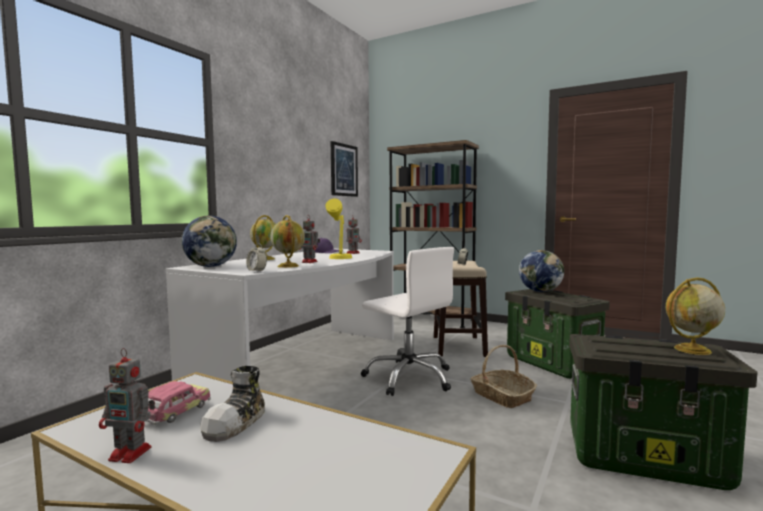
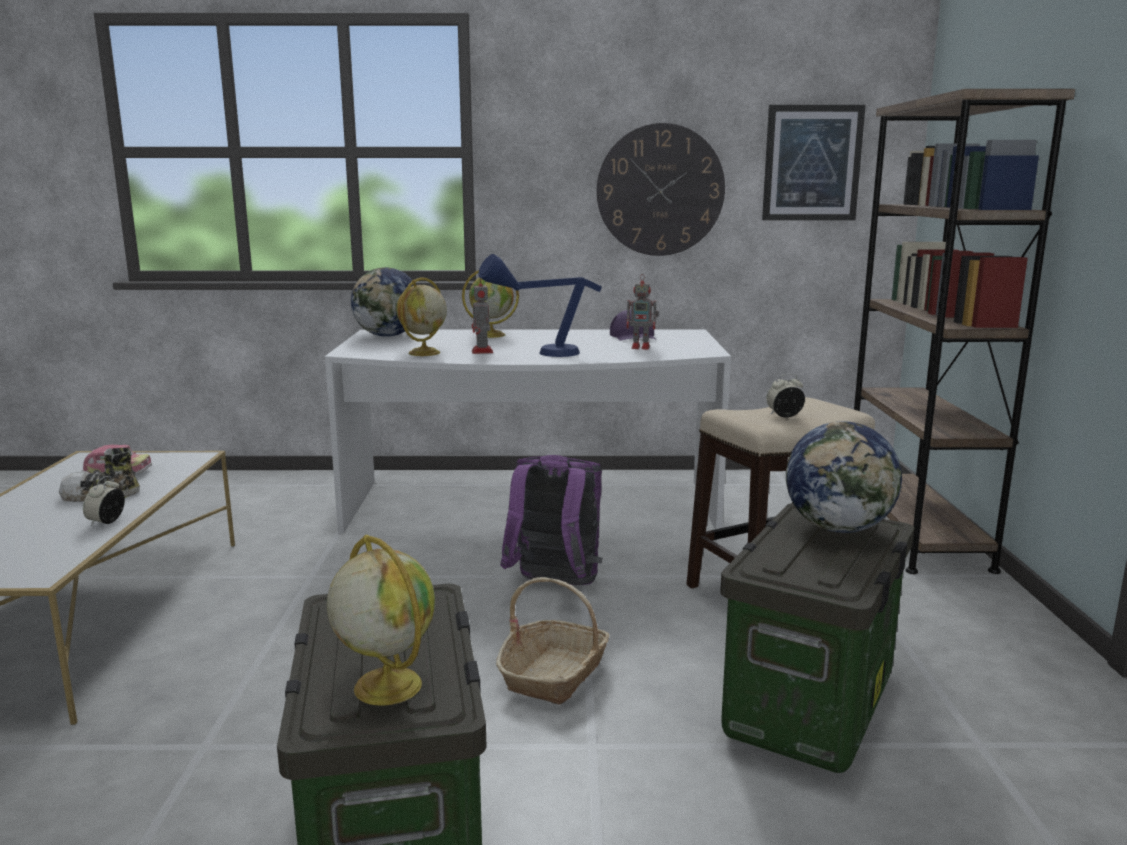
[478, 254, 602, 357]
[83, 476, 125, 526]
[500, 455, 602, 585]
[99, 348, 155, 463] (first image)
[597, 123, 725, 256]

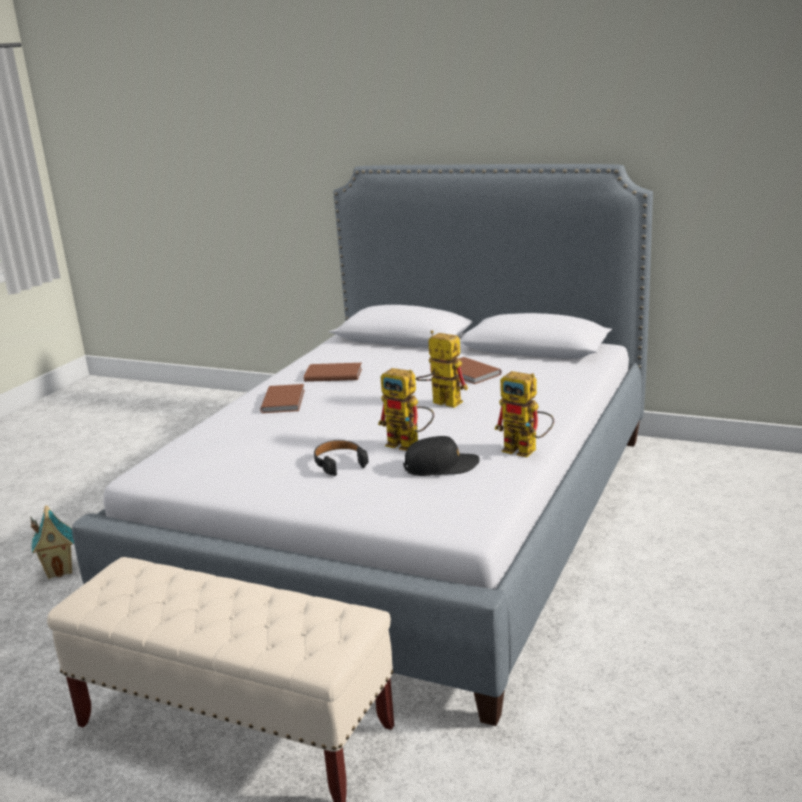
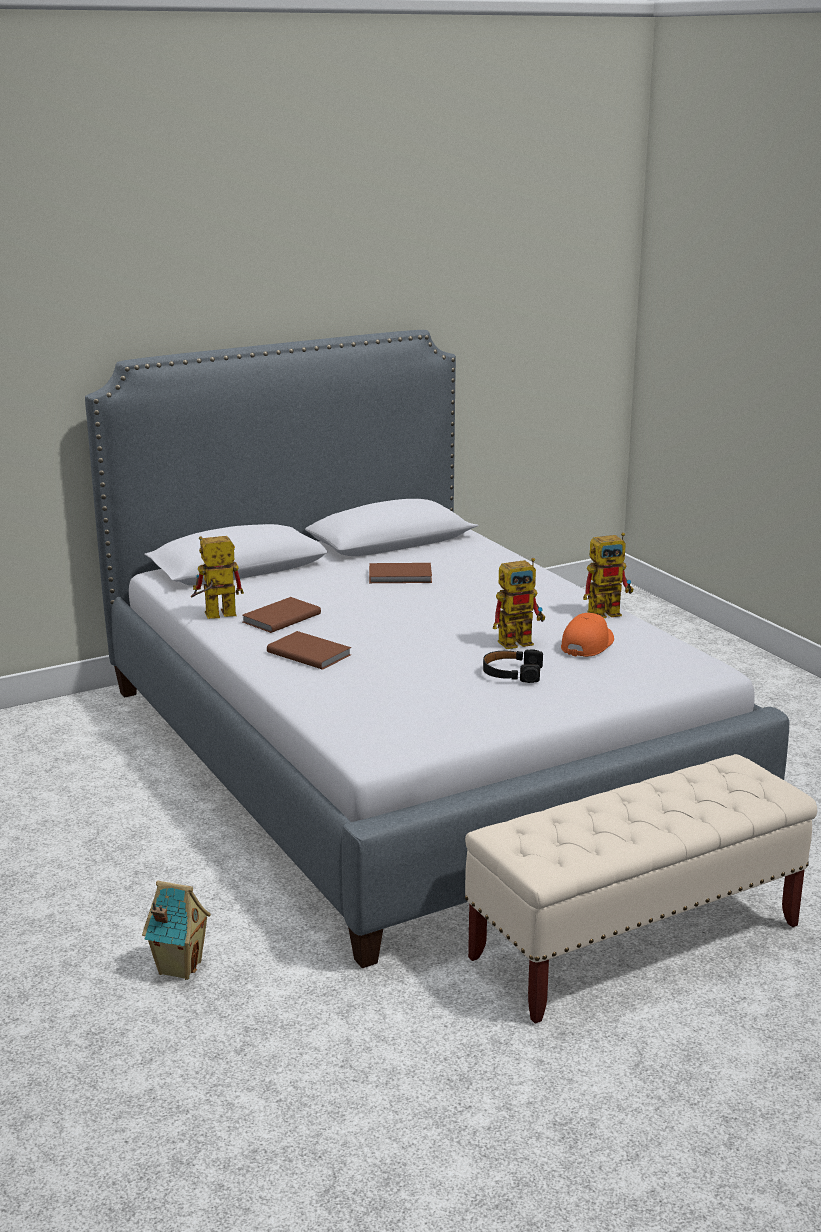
[191, 536, 244, 619]
[561, 613, 614, 657]

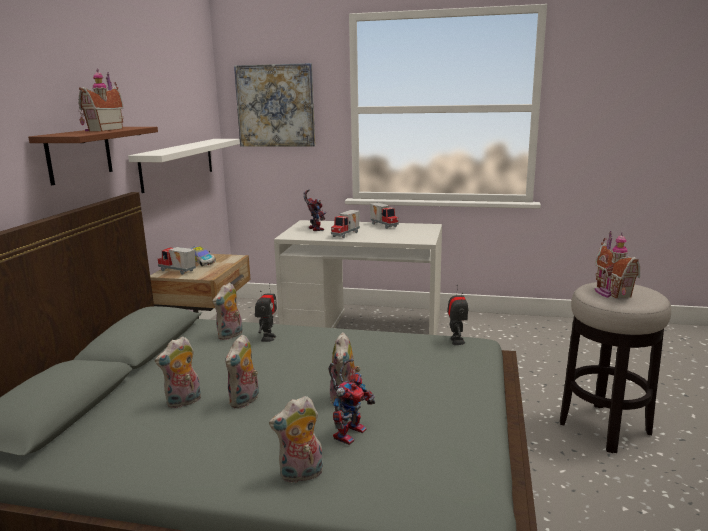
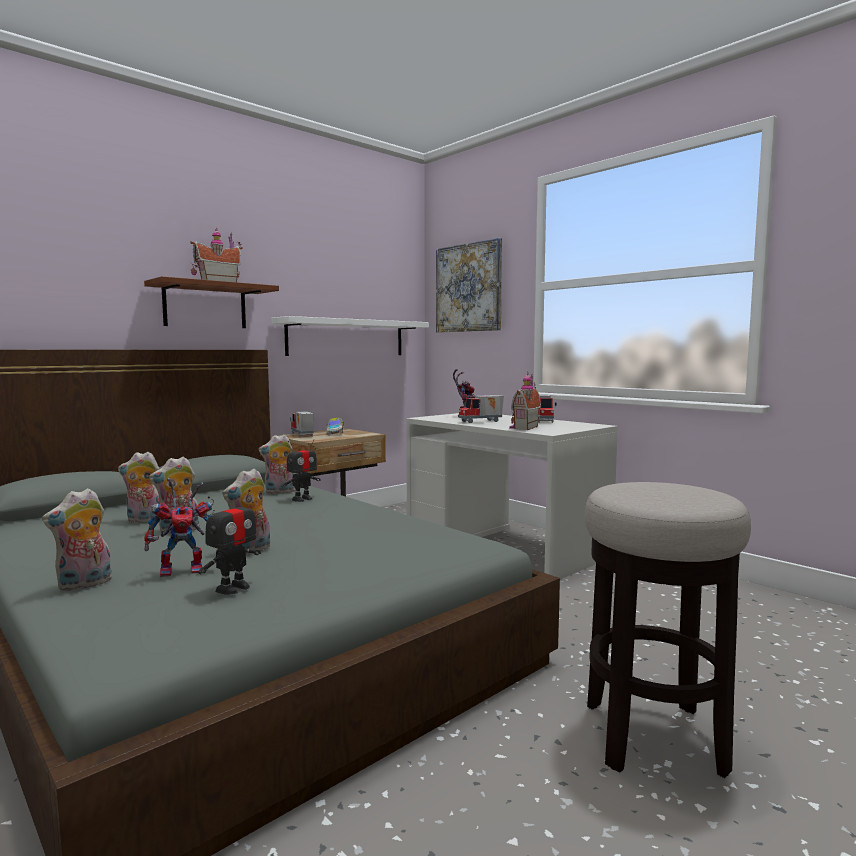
[509, 372, 541, 430]
[198, 490, 261, 595]
[42, 488, 112, 591]

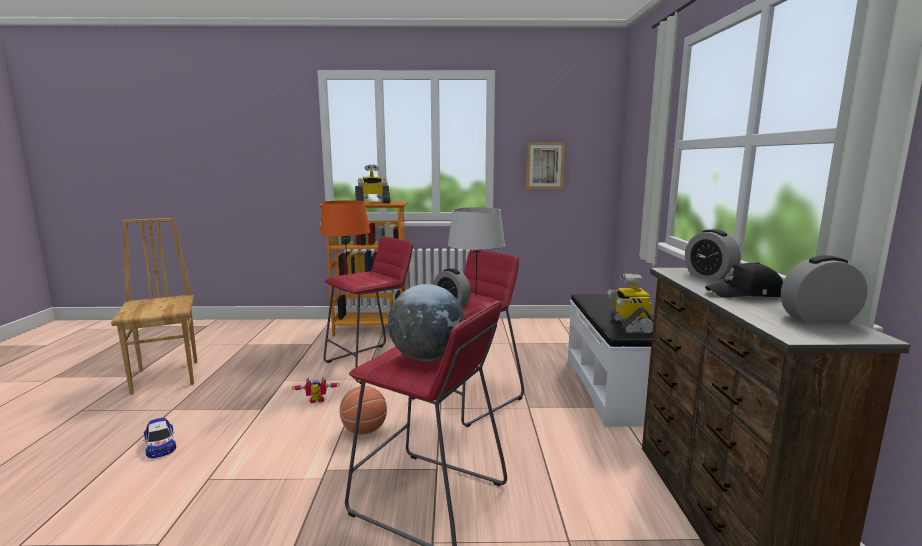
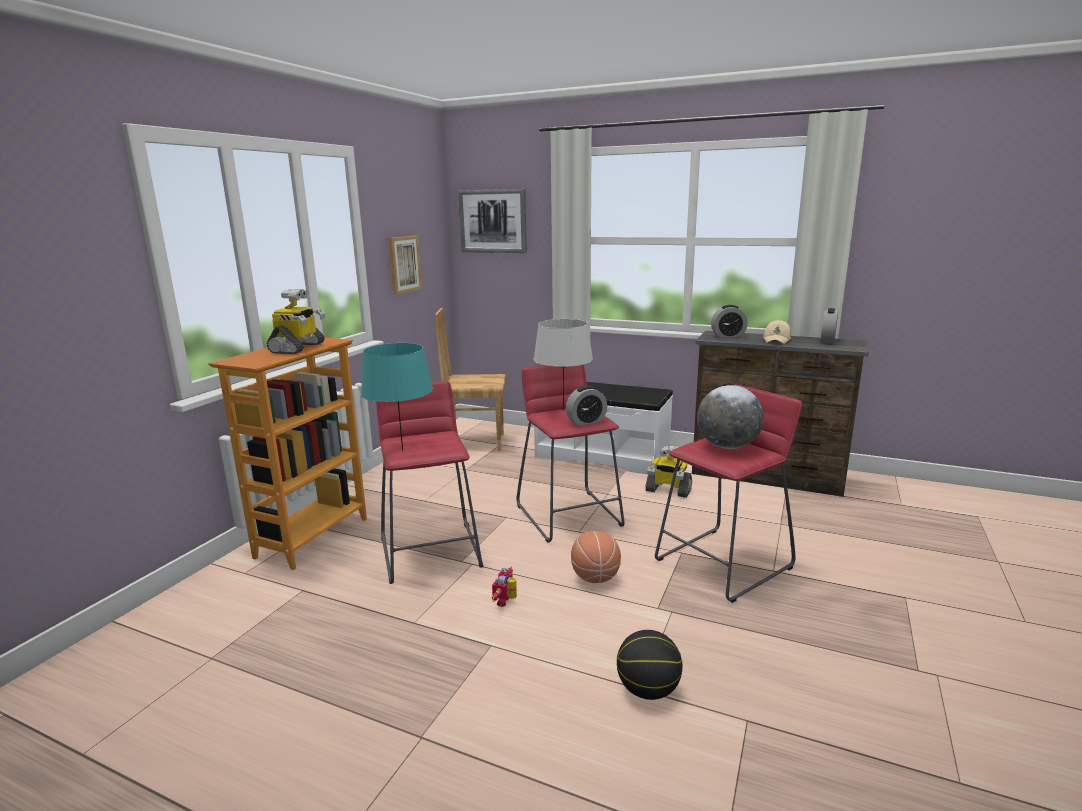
[361, 343, 433, 451]
[435, 308, 506, 451]
[763, 320, 791, 344]
[645, 446, 692, 498]
[143, 418, 176, 458] (first image)
[458, 189, 527, 253]
[617, 630, 682, 700]

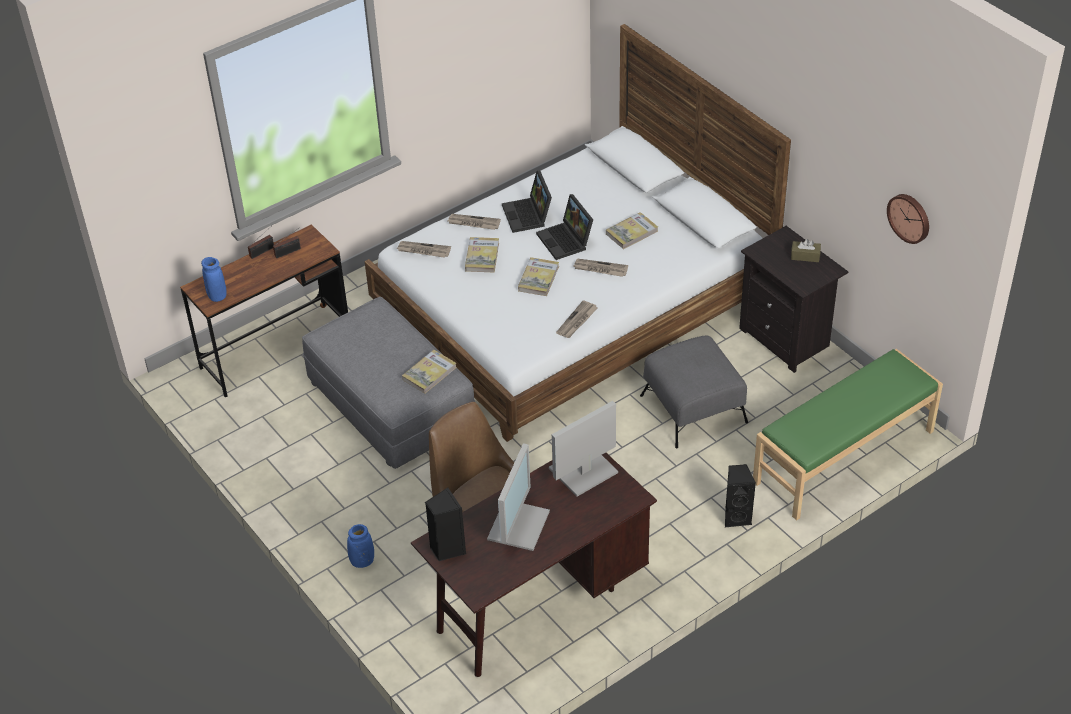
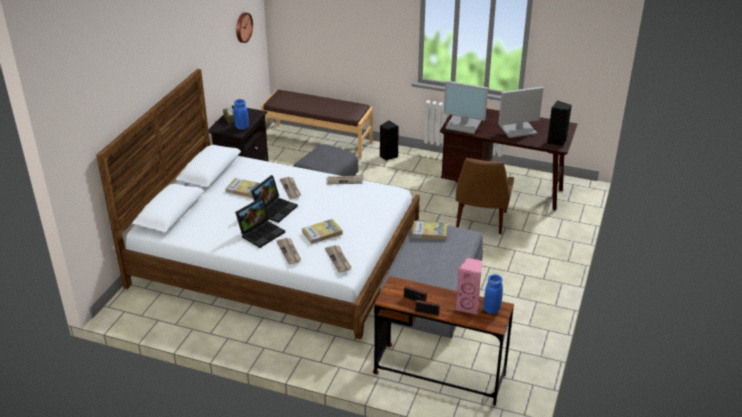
[518, 257, 559, 296] (first image)
[260, 90, 373, 159]
[233, 99, 249, 130]
[456, 257, 482, 315]

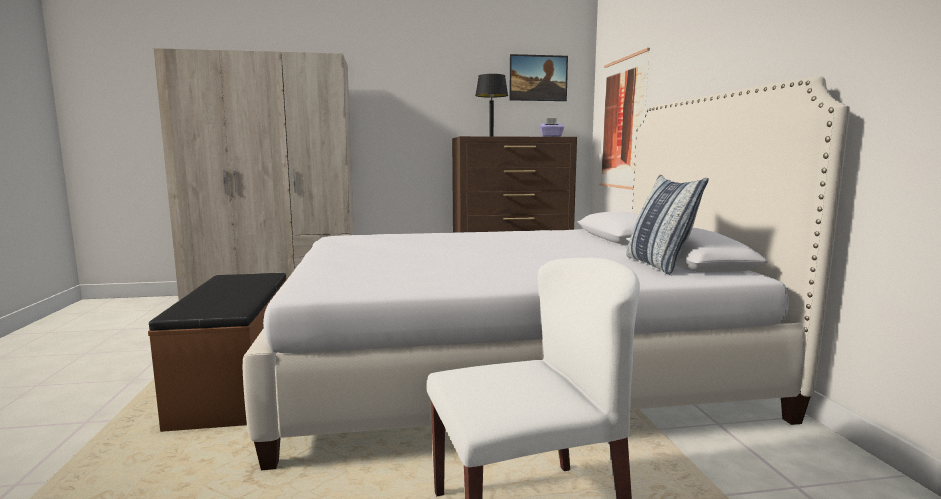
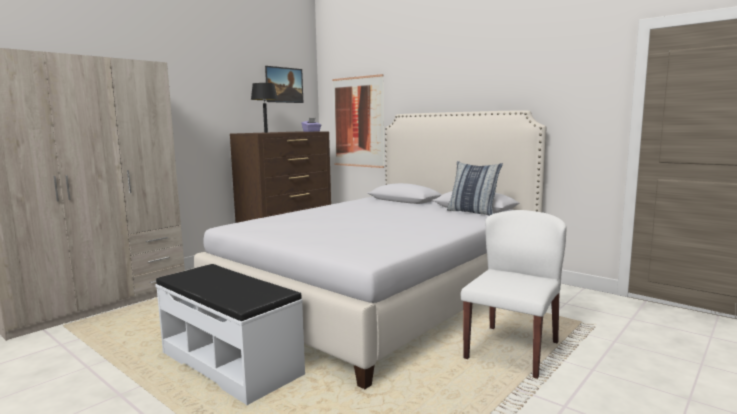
[155, 264, 305, 405]

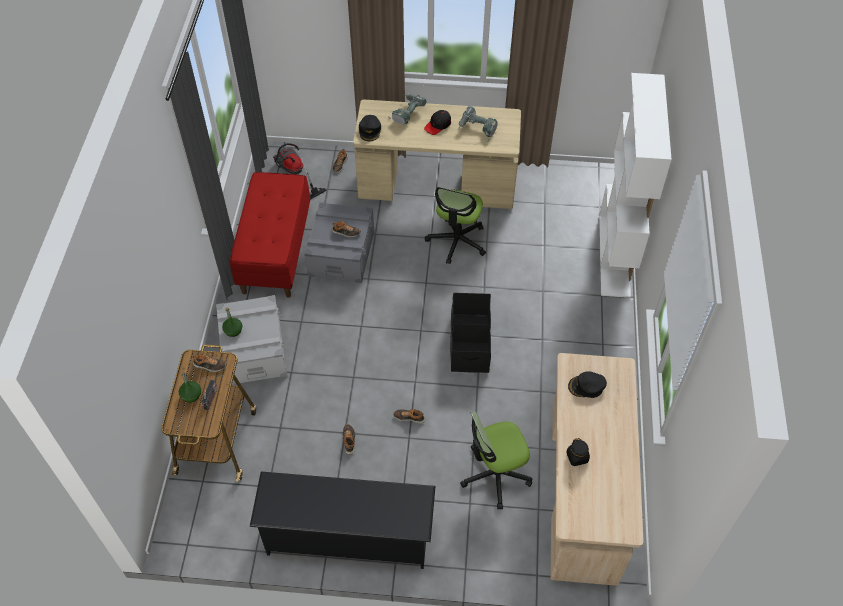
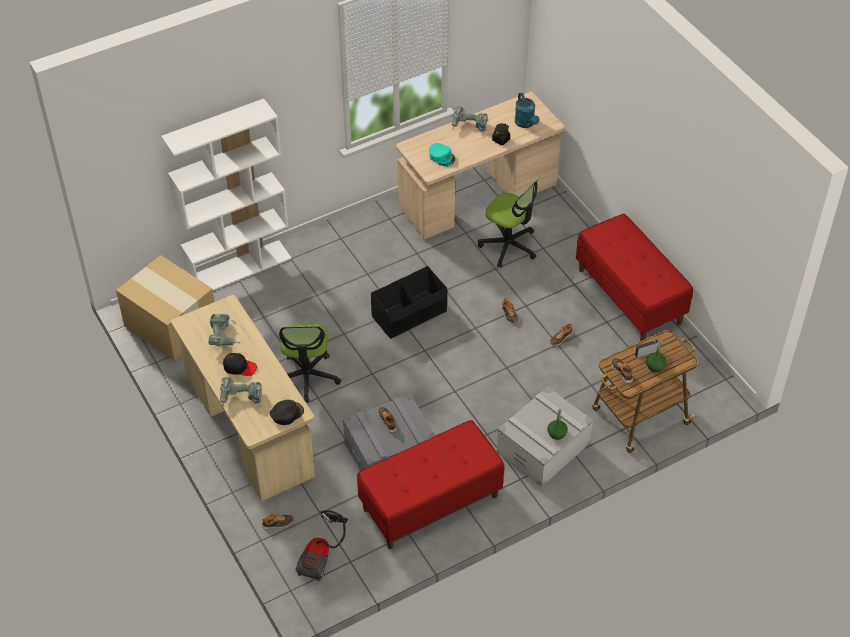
[279, 324, 341, 403]
[429, 143, 455, 167]
[576, 214, 693, 341]
[515, 93, 540, 128]
[452, 106, 488, 136]
[116, 255, 214, 361]

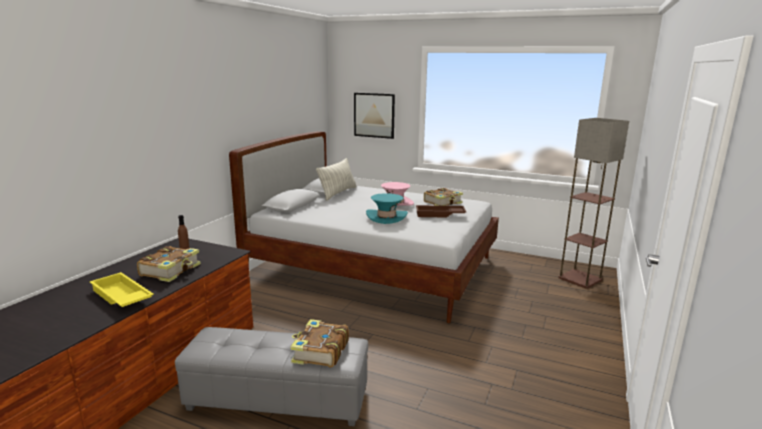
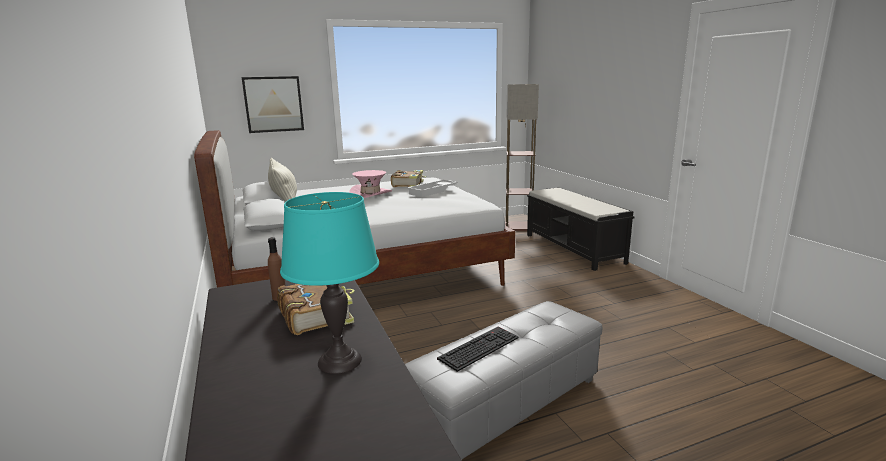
[366, 193, 408, 224] (first image)
[407, 179, 458, 197]
[280, 192, 379, 374]
[291, 319, 349, 368] (first image)
[527, 187, 635, 271]
[437, 327, 519, 372]

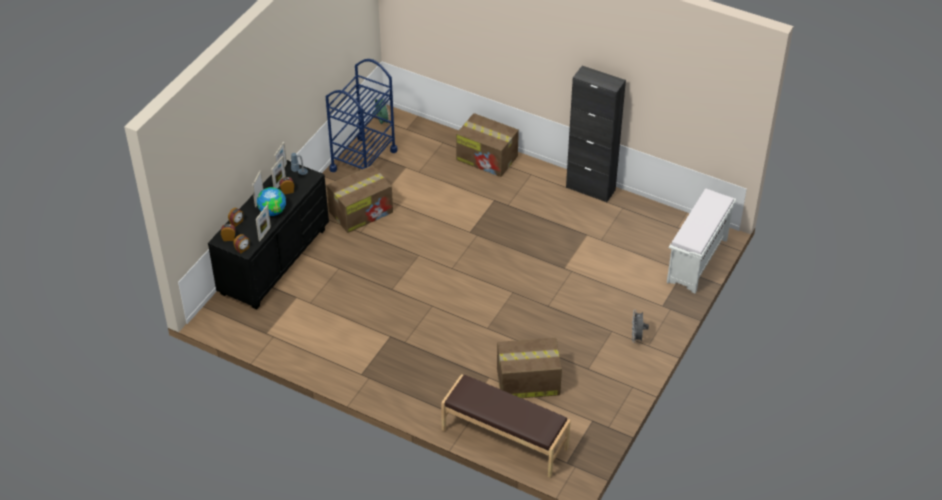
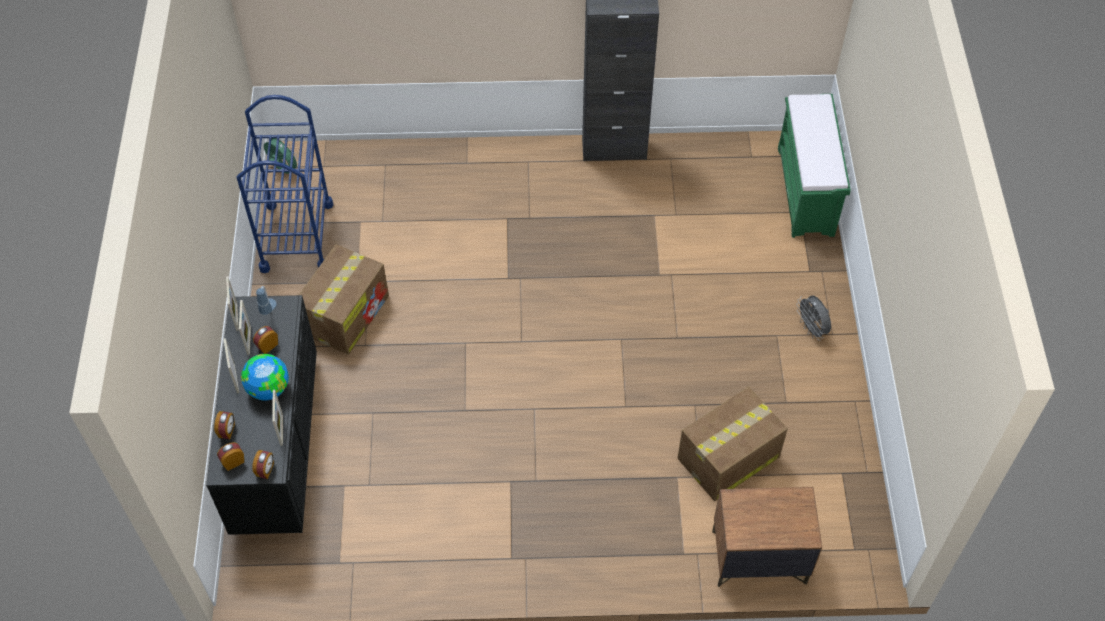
[456, 113, 519, 177] (first image)
[778, 94, 851, 238]
[712, 487, 822, 587]

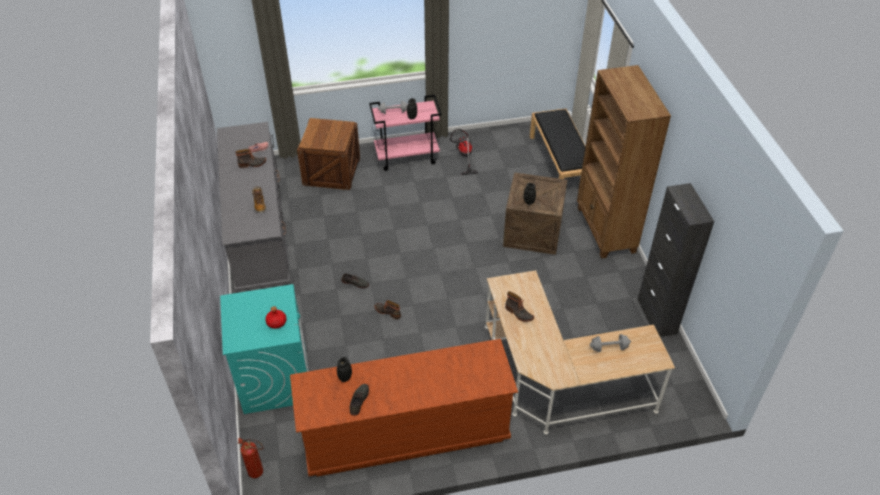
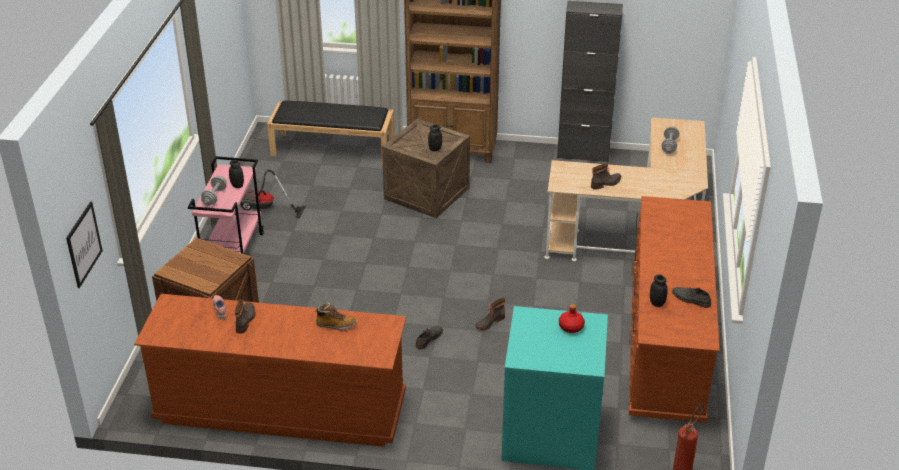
[134, 294, 406, 447]
[66, 201, 103, 288]

